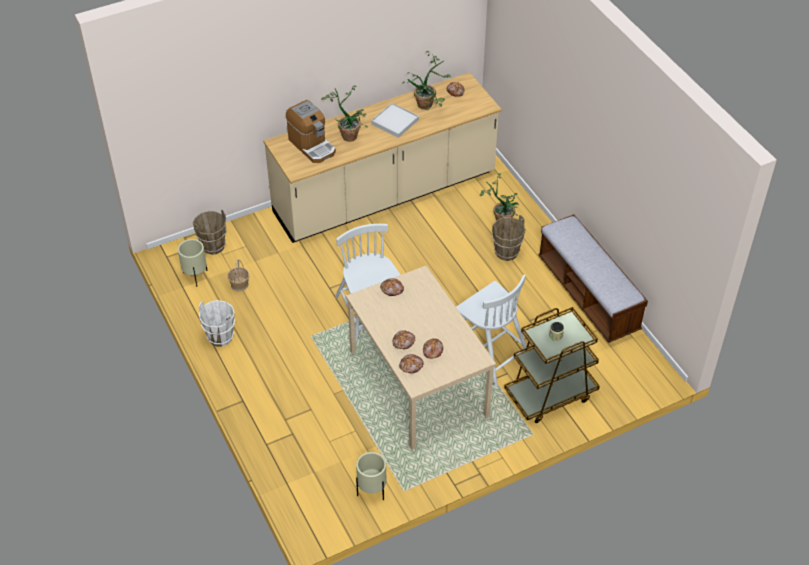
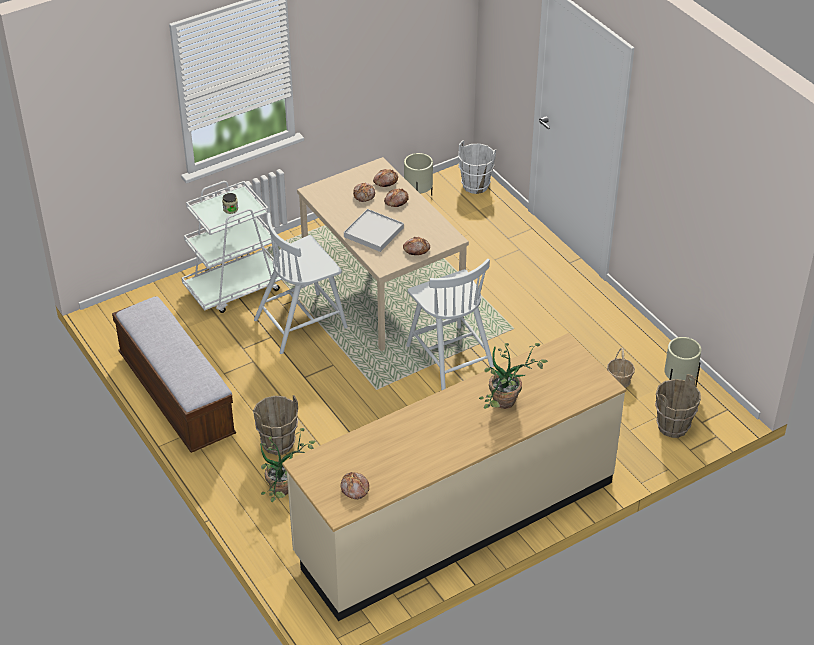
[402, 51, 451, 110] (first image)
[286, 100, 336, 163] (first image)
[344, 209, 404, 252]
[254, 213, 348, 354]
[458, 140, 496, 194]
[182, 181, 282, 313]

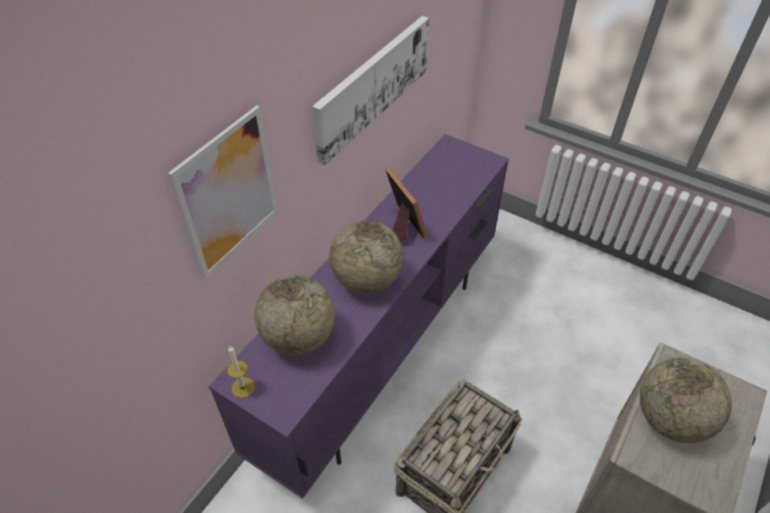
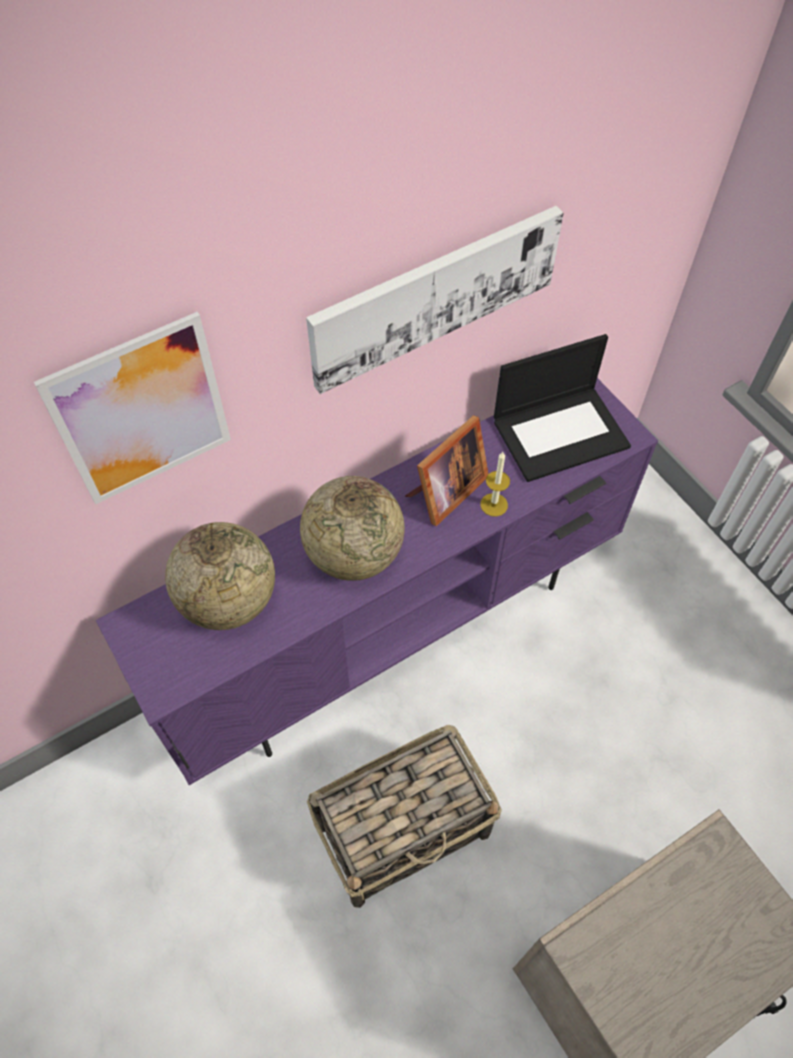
[405, 415, 488, 526]
[480, 452, 510, 517]
[640, 357, 732, 443] (first image)
[494, 334, 631, 482]

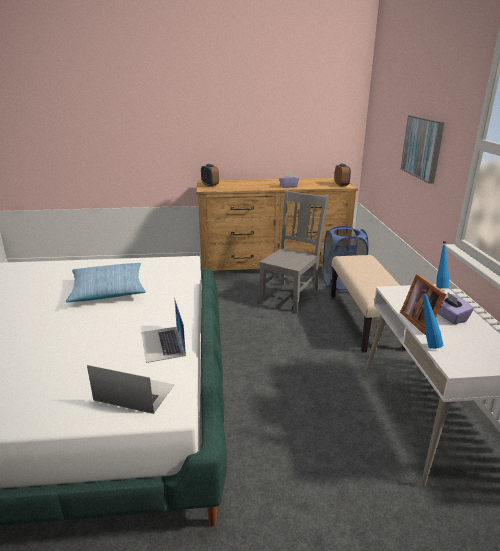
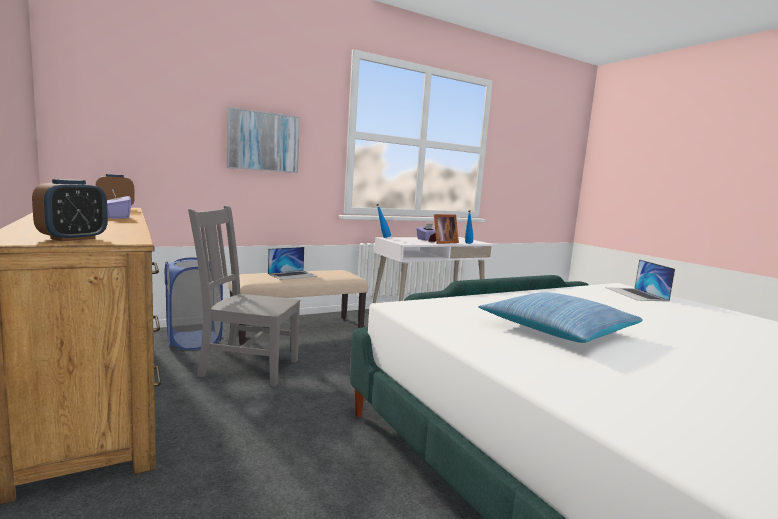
[268, 247, 317, 280]

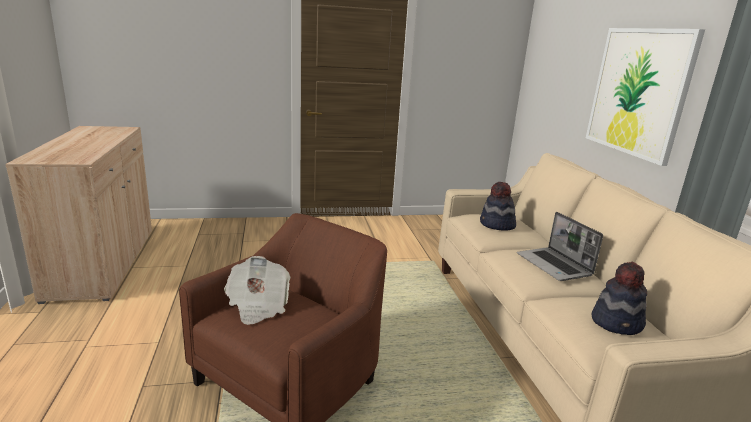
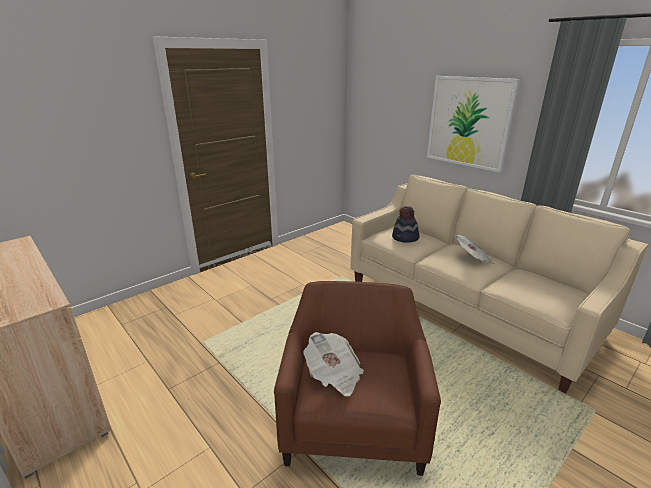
[454, 235, 494, 264]
[592, 262, 647, 335] (first image)

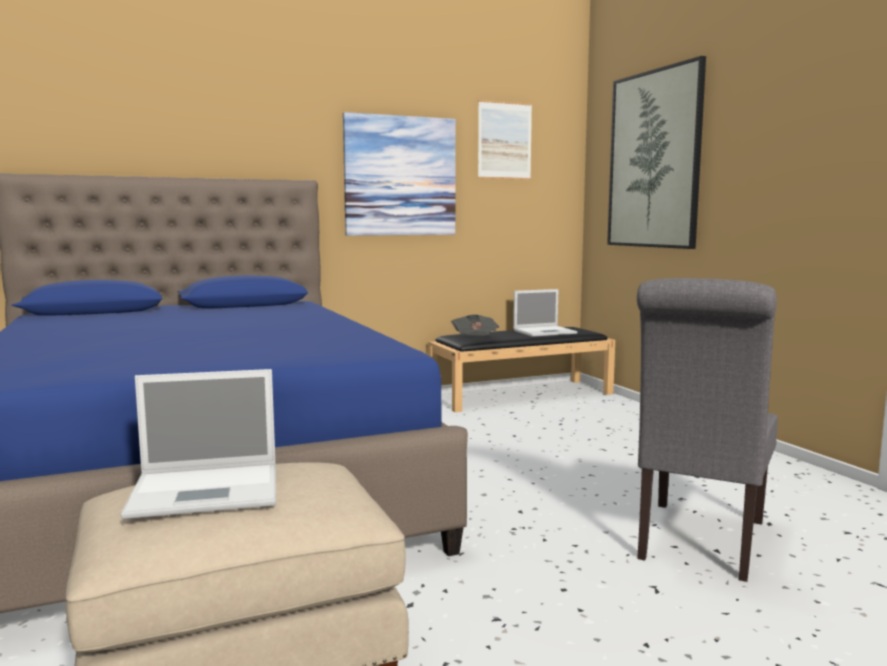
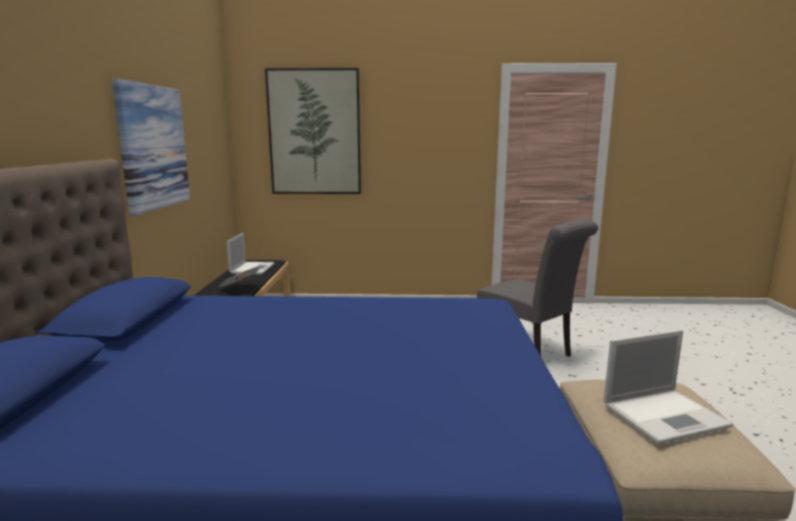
[478, 100, 532, 180] (first image)
[603, 330, 733, 444]

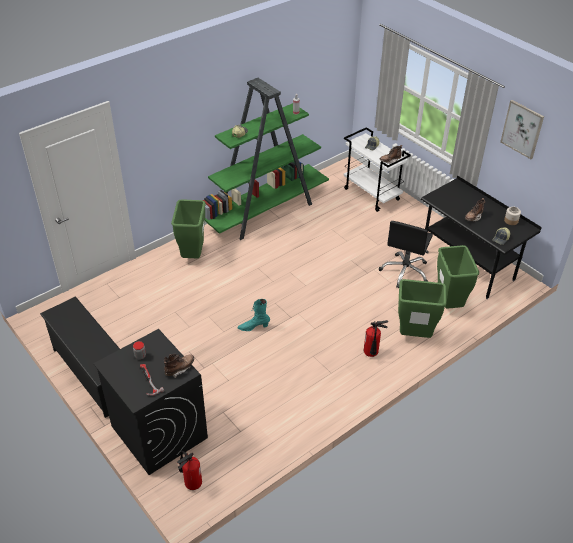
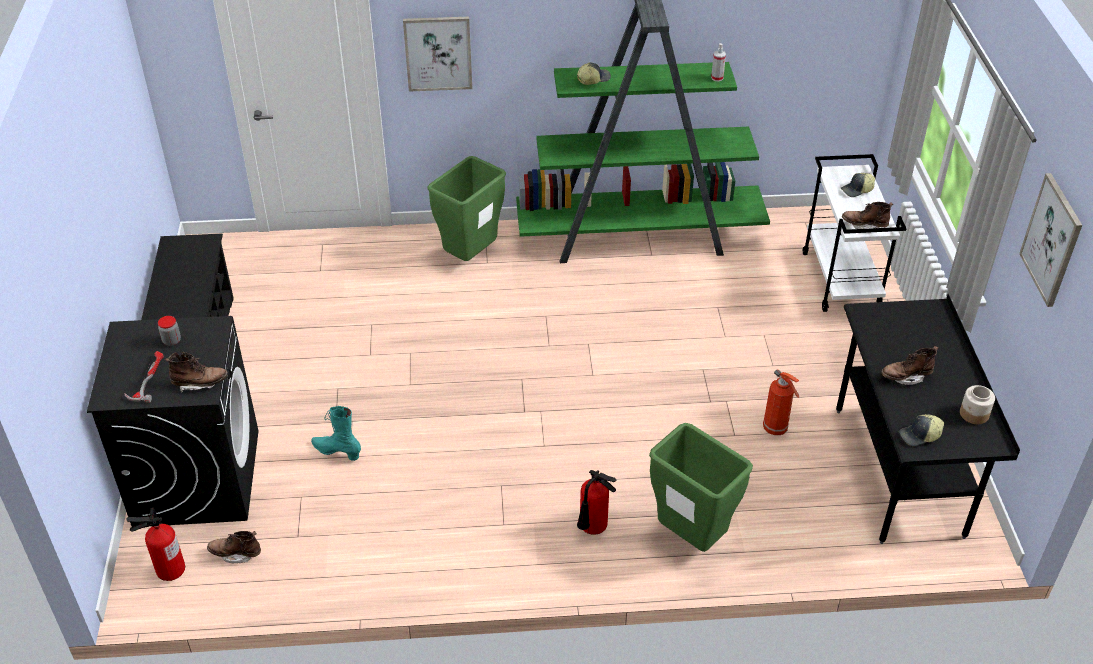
[763, 369, 799, 435]
[437, 245, 479, 309] (first image)
[311, 406, 361, 461]
[403, 17, 472, 92]
[207, 531, 261, 563]

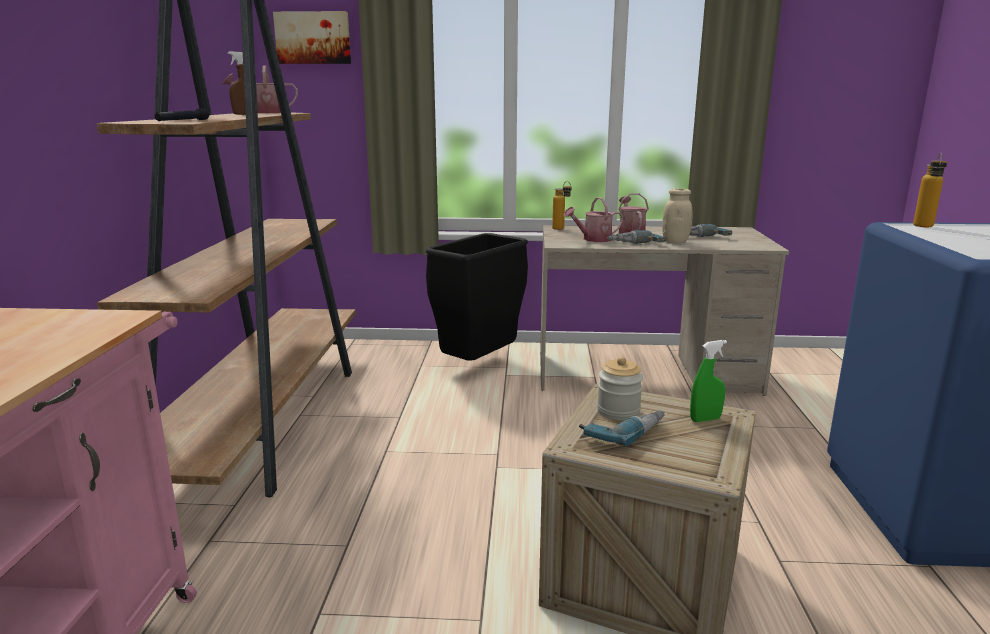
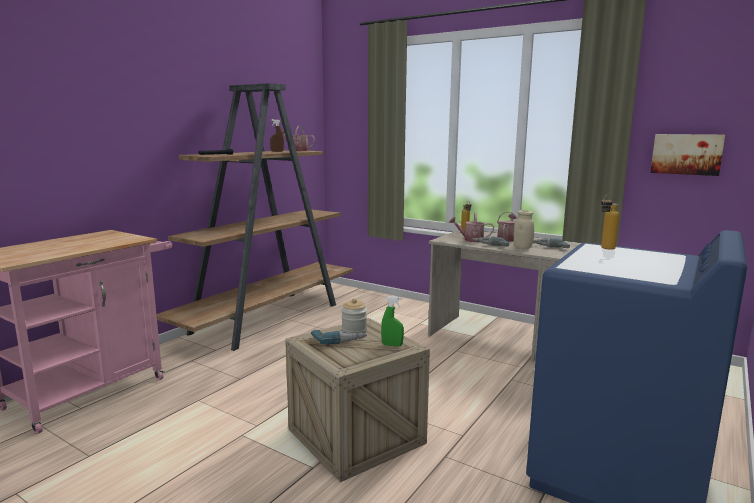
[650, 134, 725, 176]
[426, 233, 528, 361] (first image)

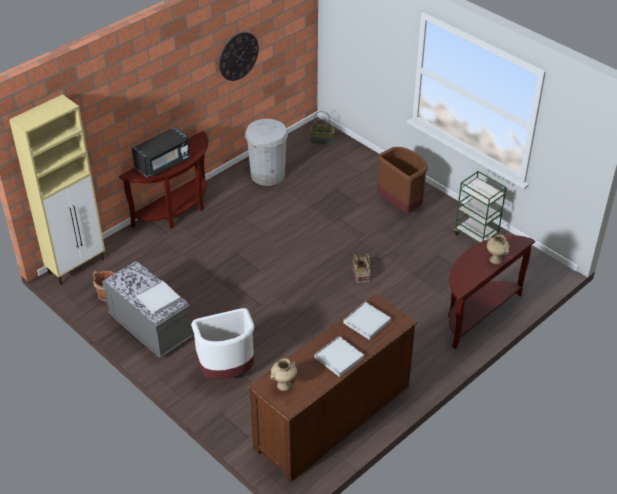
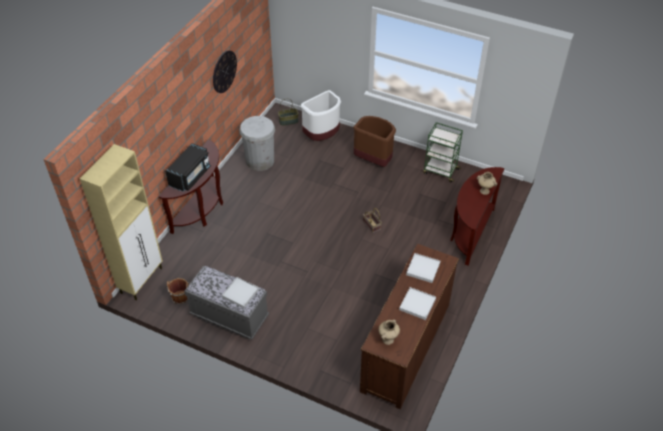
[301, 90, 341, 141]

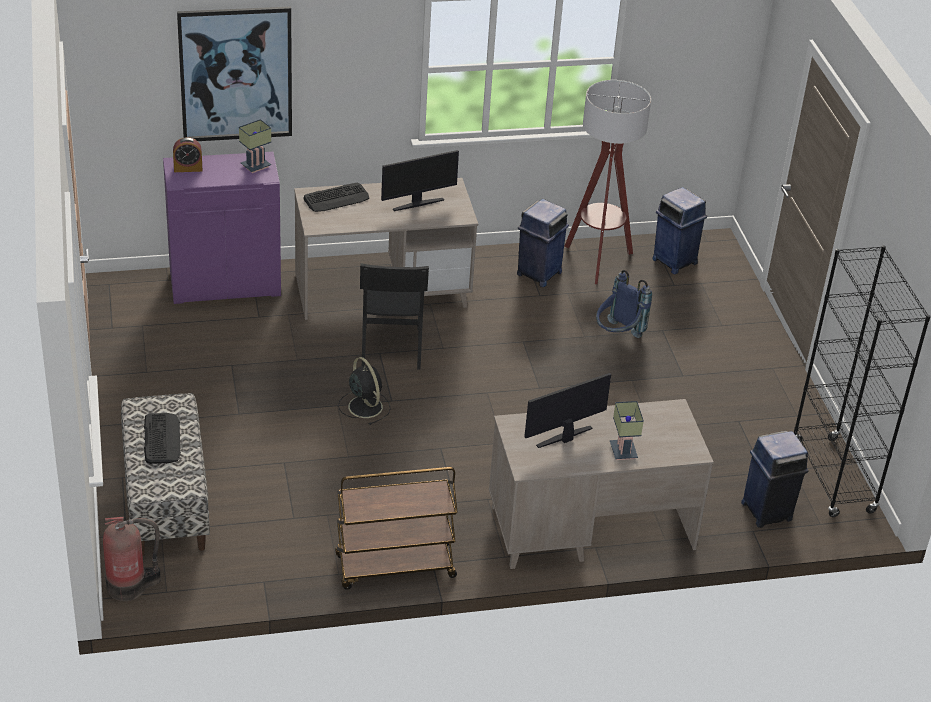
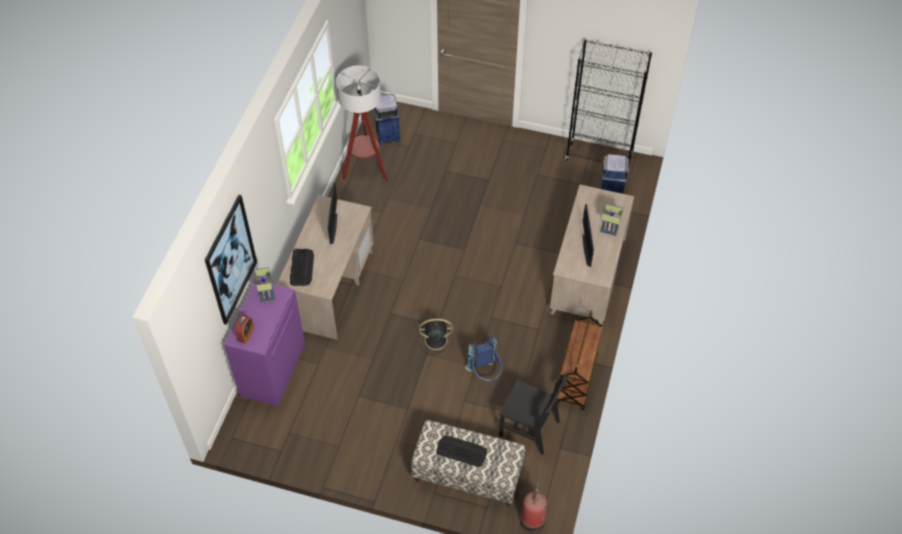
[517, 199, 569, 287] (first image)
[499, 374, 568, 455]
[465, 336, 502, 381]

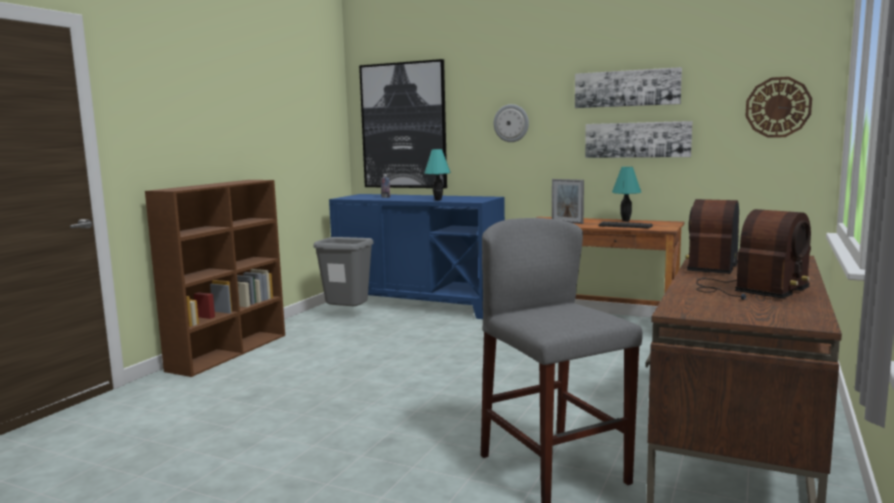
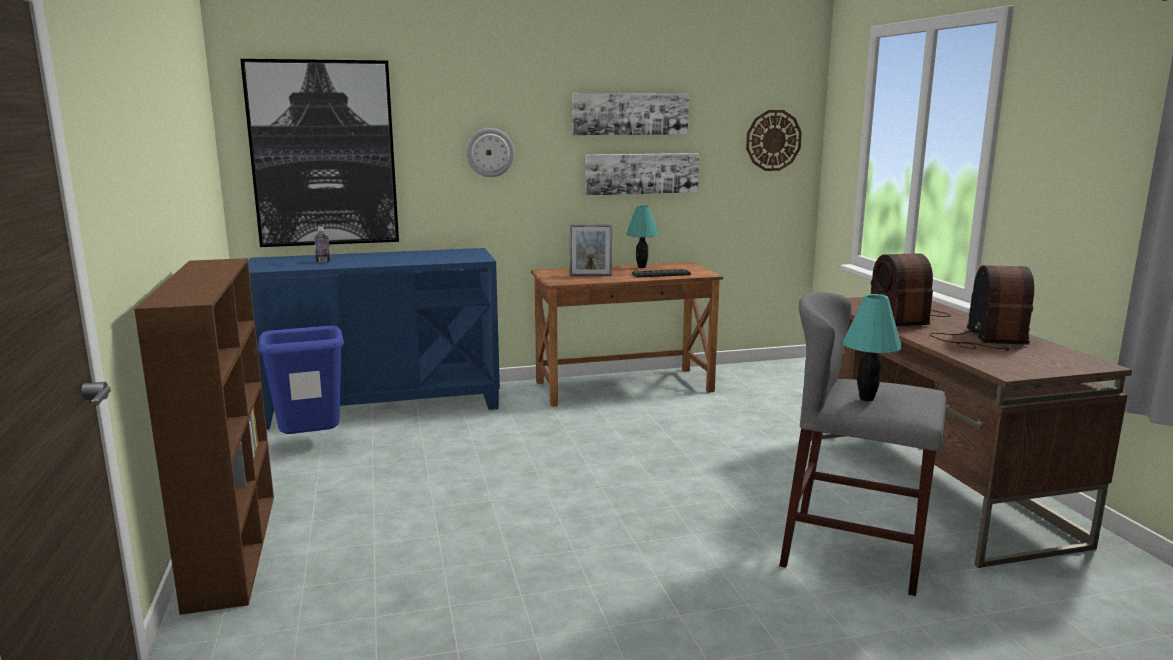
[843, 294, 902, 401]
[258, 326, 344, 434]

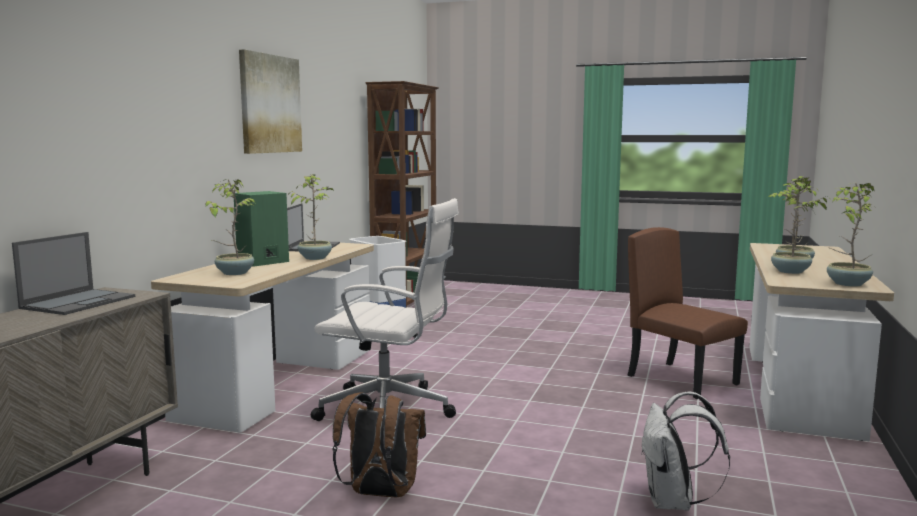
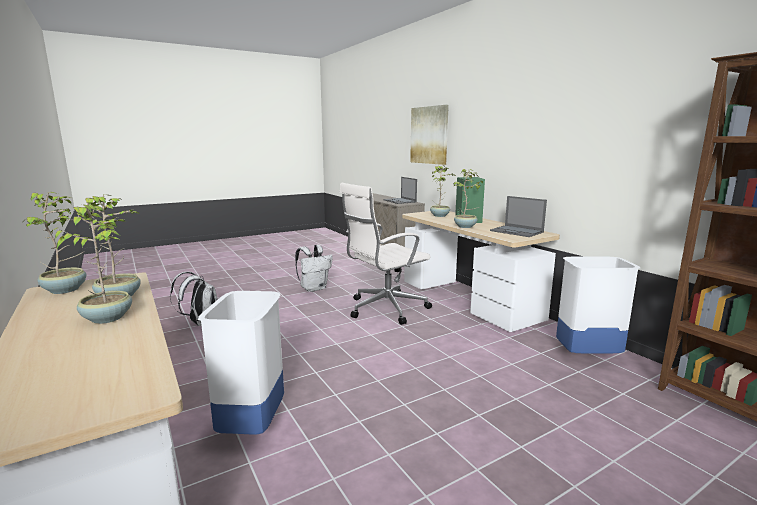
[410, 105, 449, 165]
[198, 291, 284, 435]
[295, 245, 332, 292]

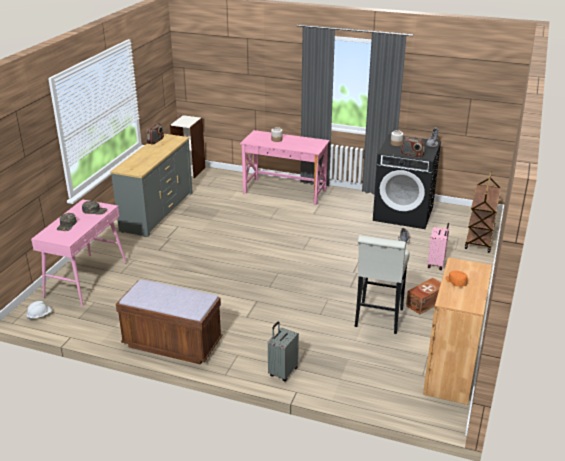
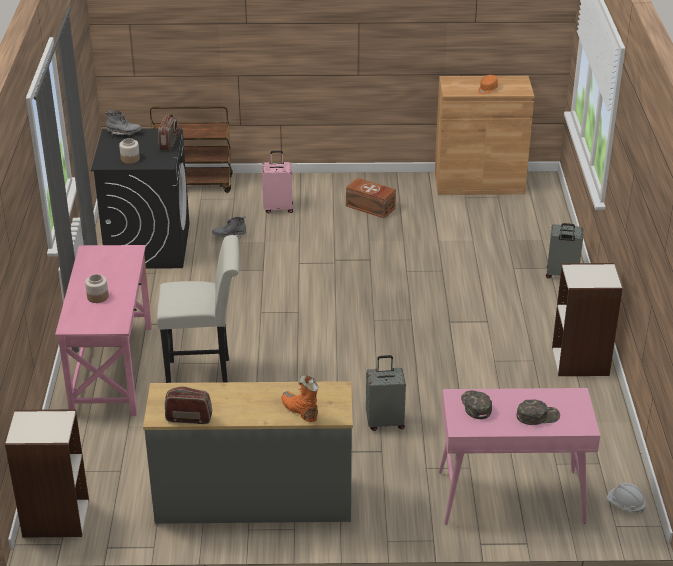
[157, 235, 239, 383]
[552, 263, 623, 376]
[366, 355, 406, 431]
[281, 375, 318, 422]

